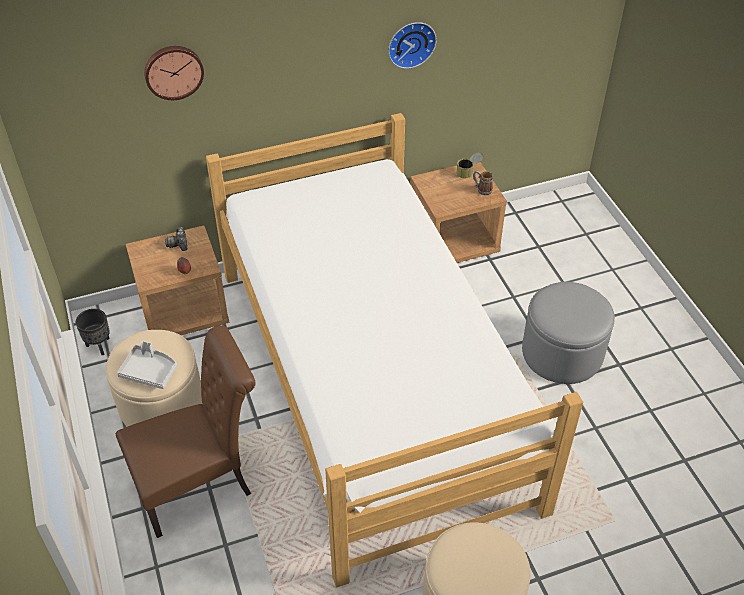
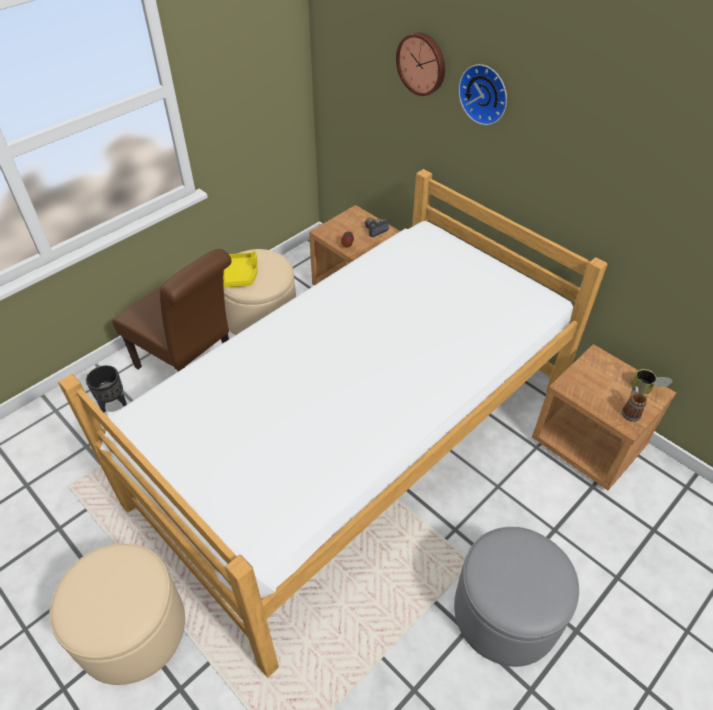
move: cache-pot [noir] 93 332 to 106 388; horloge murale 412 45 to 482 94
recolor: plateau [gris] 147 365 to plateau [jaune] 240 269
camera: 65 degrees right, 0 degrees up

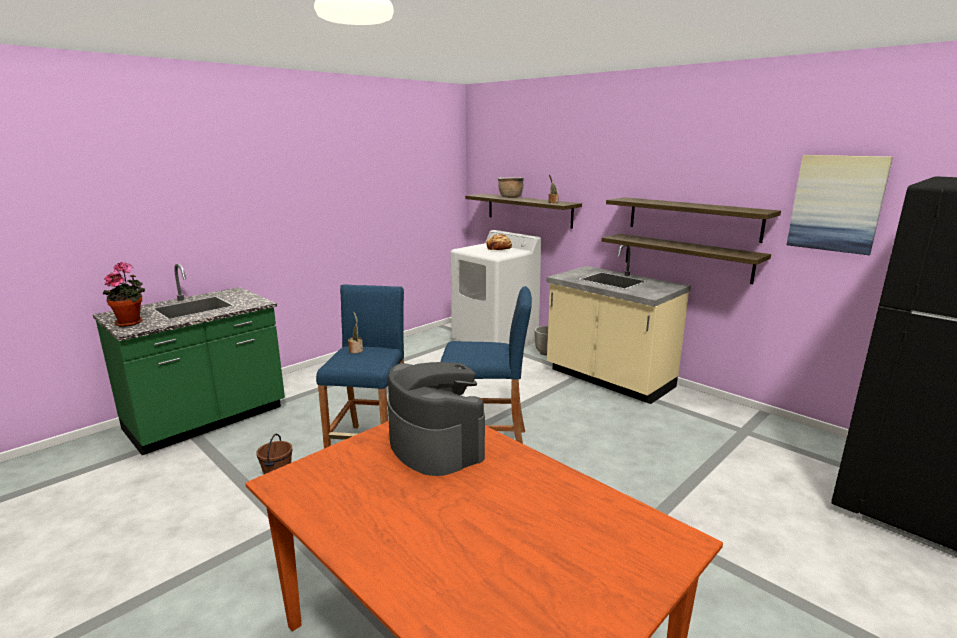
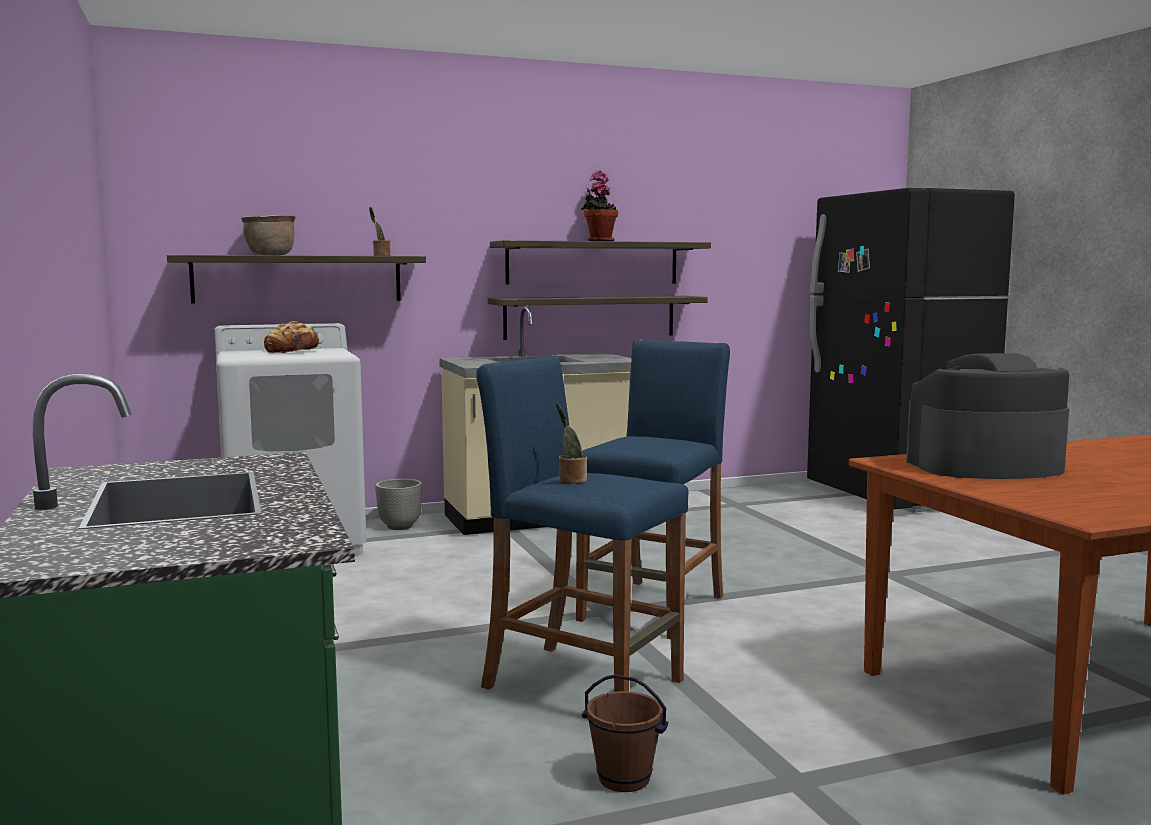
delete: tableau 840 205
move: plante en pot 124 294 to 599 205
camera: 65 degrees left, 10 degrees down

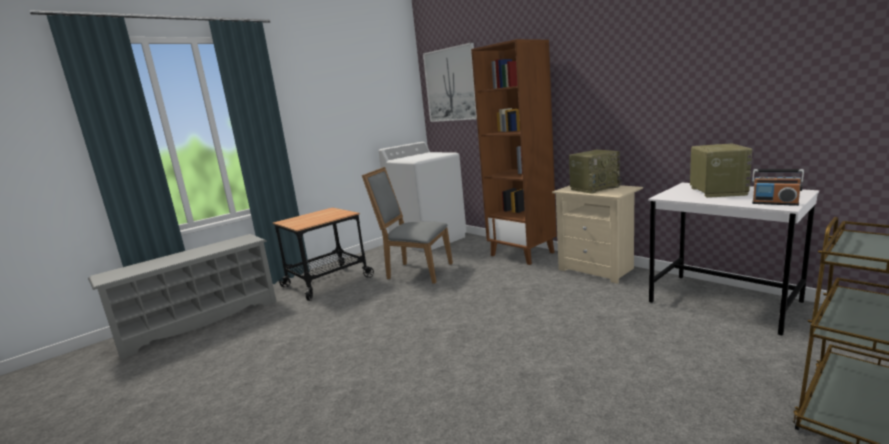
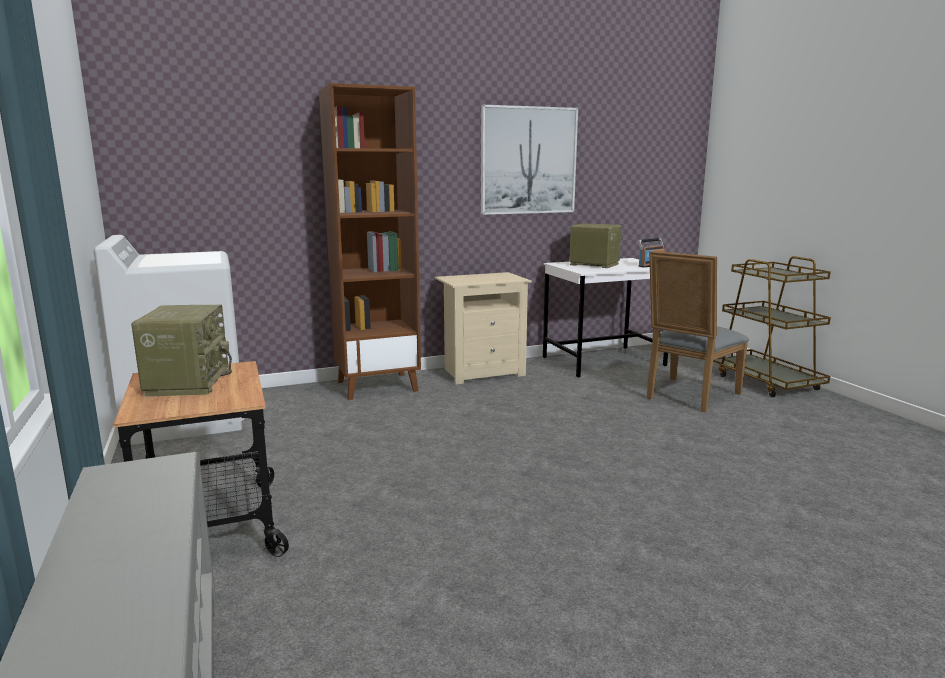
move: radio 595 172 to 181 351; tableau 450 82 to 529 160; chaise [gris] 407 225 to 698 331
camera: 70 degrees left, 0 degrees up

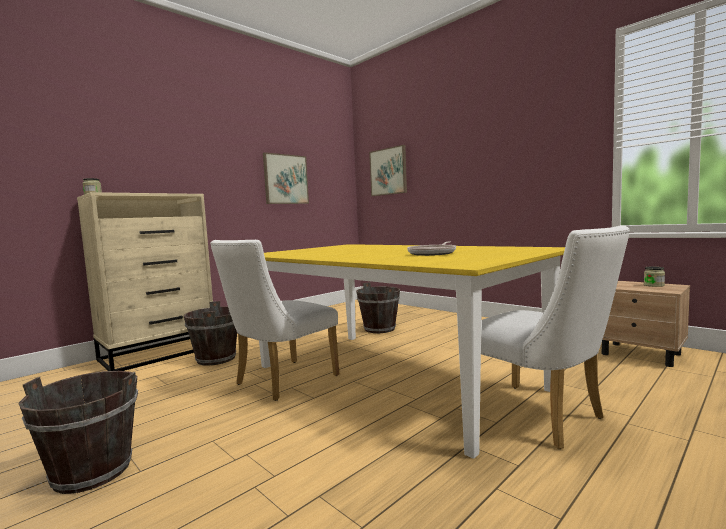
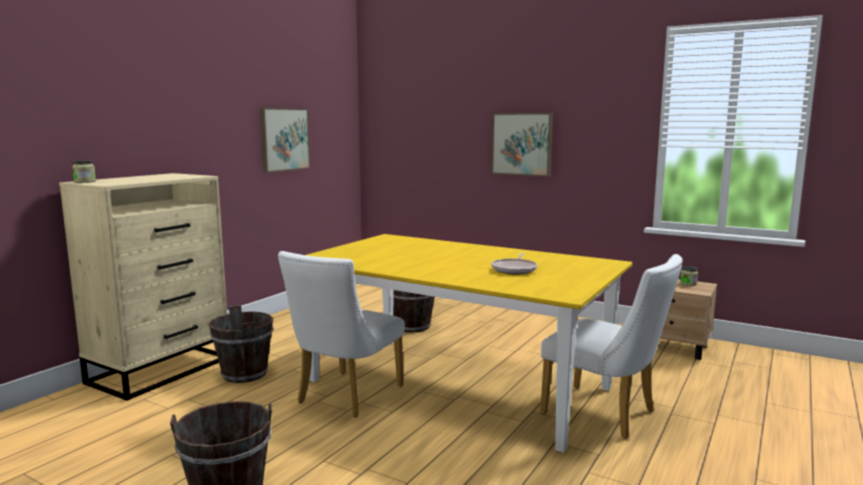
move: tableau 388 170 to 522 145
camera: 15 degrees left, 5 degrees up

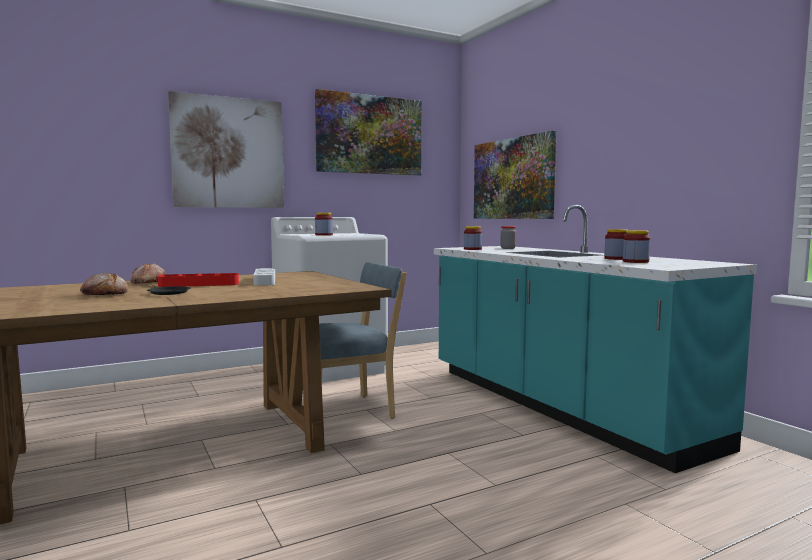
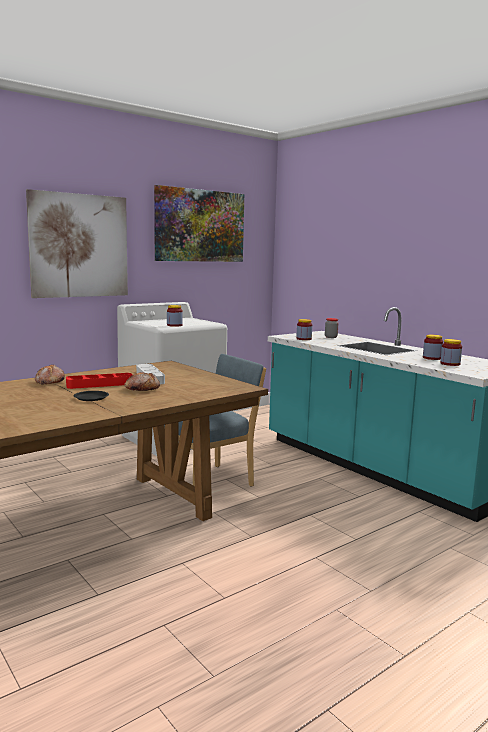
delete: tableau 515 175
move: pain 104 283 to 142 381
camera: 10 degrees left, 5 degrees up

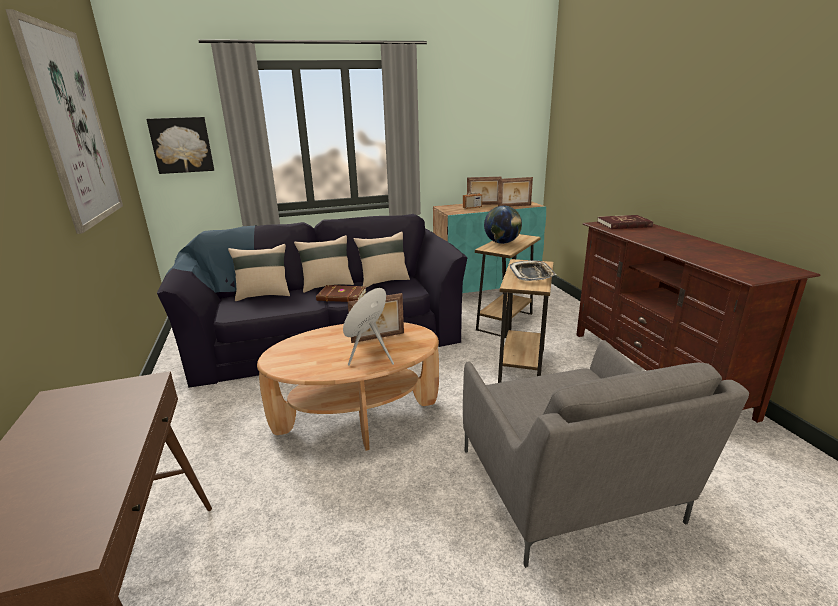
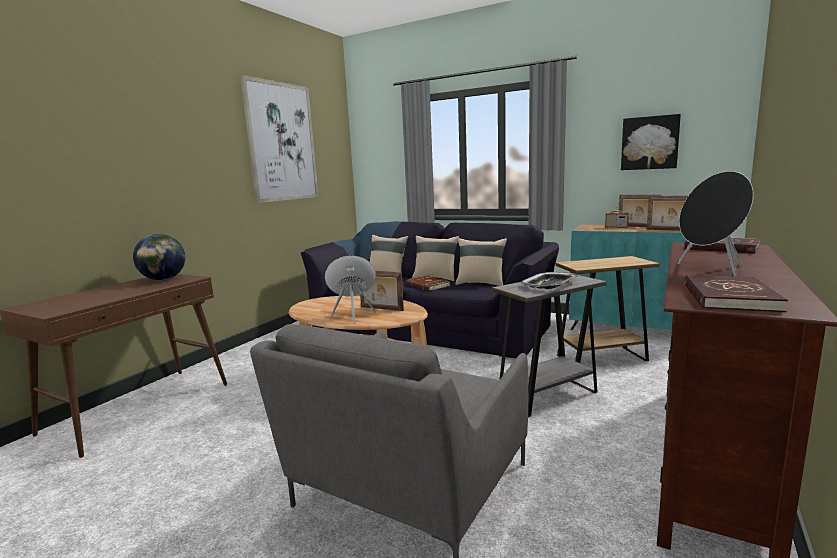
insert: enceinte [noir] 716 224; livre [rouge] 736 293
move: globe 503 225 to 159 257; tableau 180 145 to 651 142
recolor: table d'appoint [marron] 525 321 to table d'appoint [gris] 549 346
camera: 45 degrees right, 10 degrees down

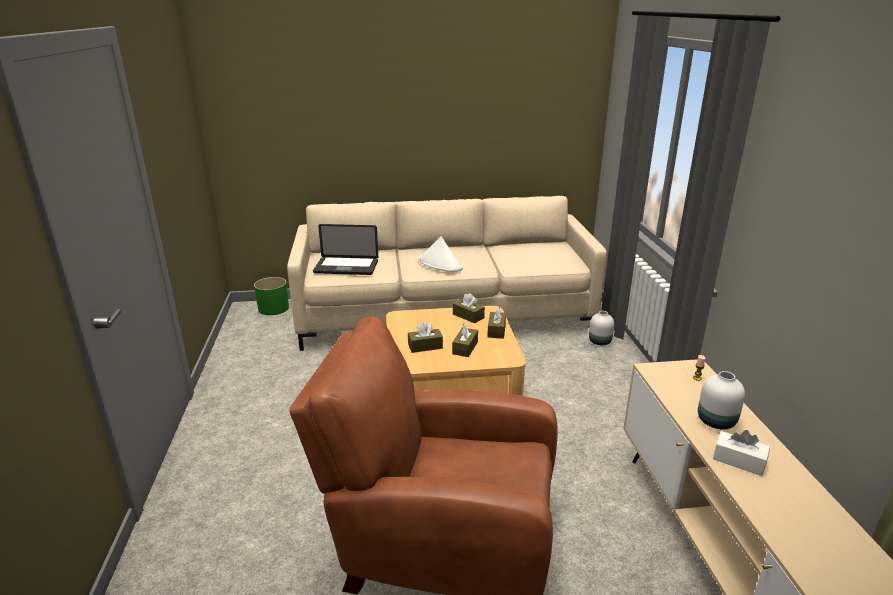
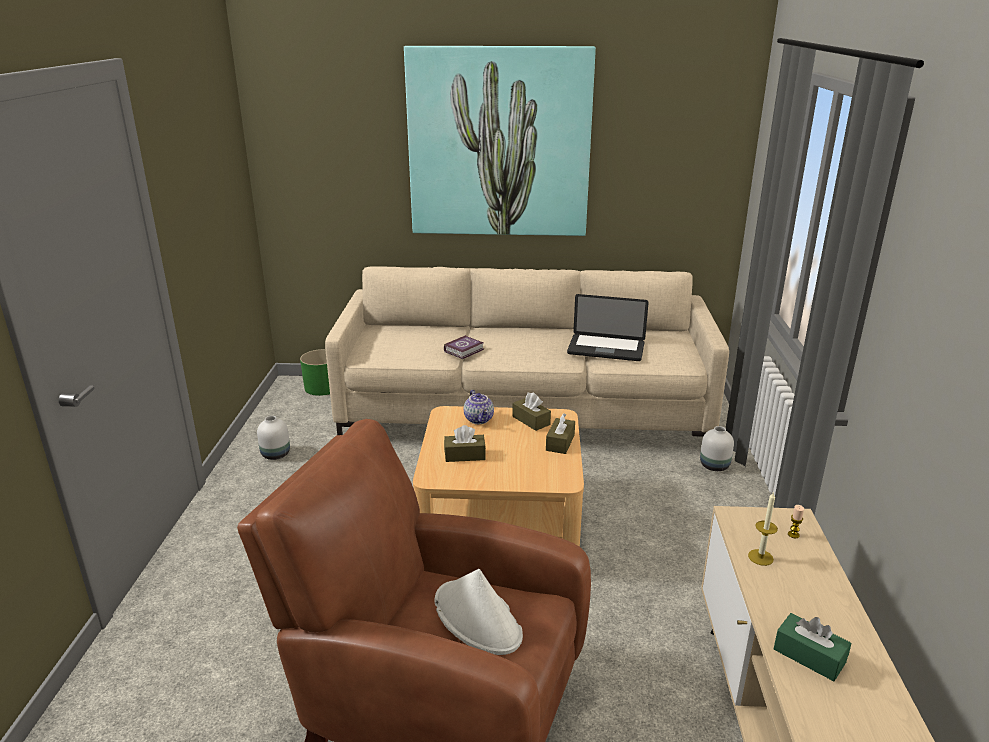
delete: boîte à mouchoirs [marron] 465 340
insert: tableau 500 141; livre 464 347; théière 479 407; bougie 763 528
move: vase [blanc] 721 400 to 273 438; chapeau [blanc] 440 254 to 478 612; ordinateur portable 345 249 to 608 327
recolor: boîte à mouchoirs [blanc] 741 453 to boîte à mouchoirs [vert] 812 647
camera: 10 degrees right, 0 degrees up

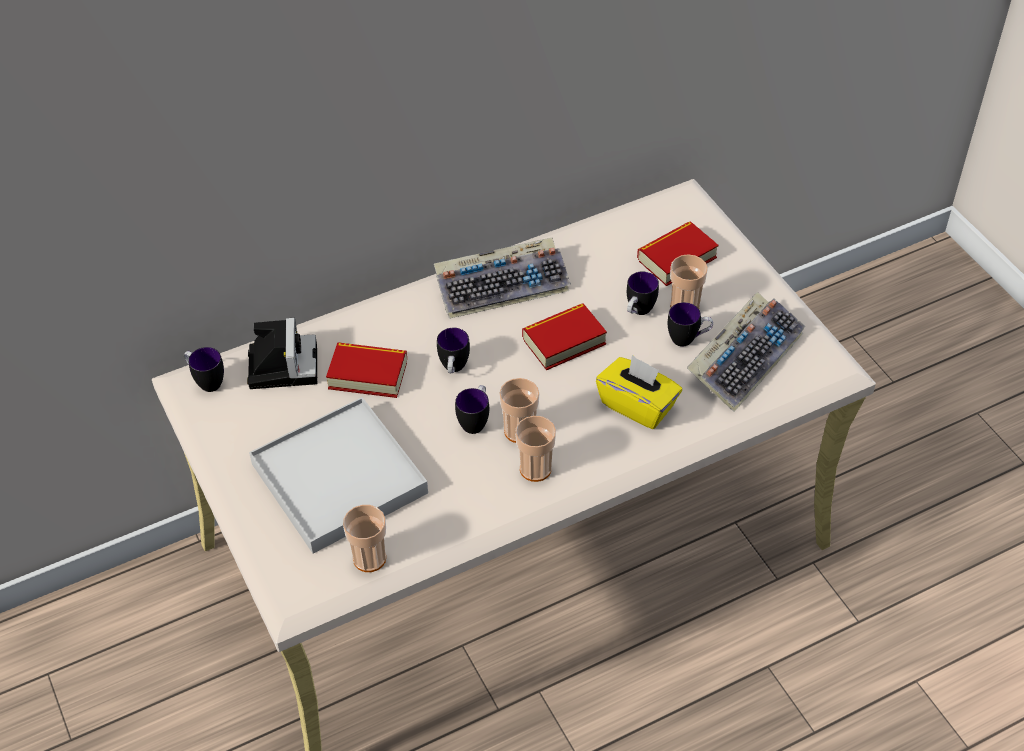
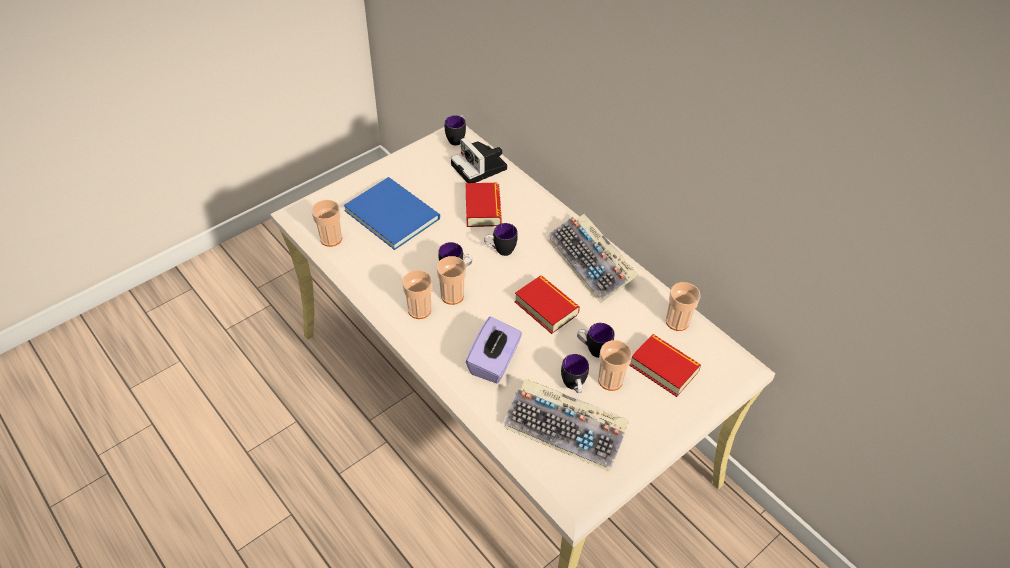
insert: tasse 683 306
replace: plateau [blanc] 338 475 to livre [bleu] 392 213
recolor: boîte à mouchoirs [jaune] 639 392 to boîte à mouchoirs [violet] 494 350
rotate: appareil photo 282 353 = 479 160 75 degrees clockwise
camera: 75 degrees right, 0 degrees up

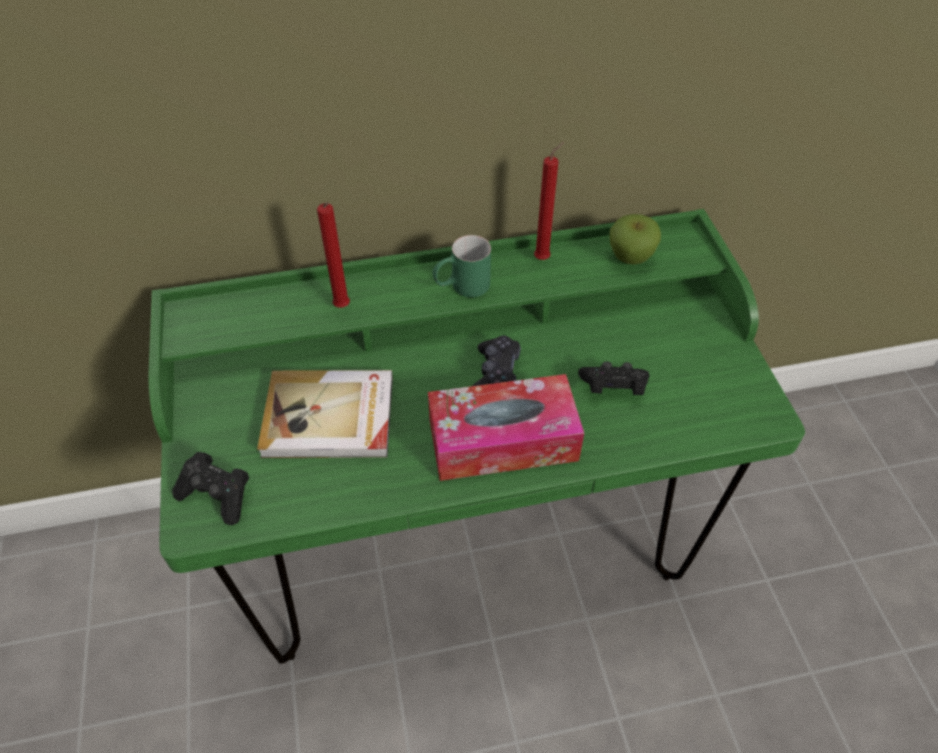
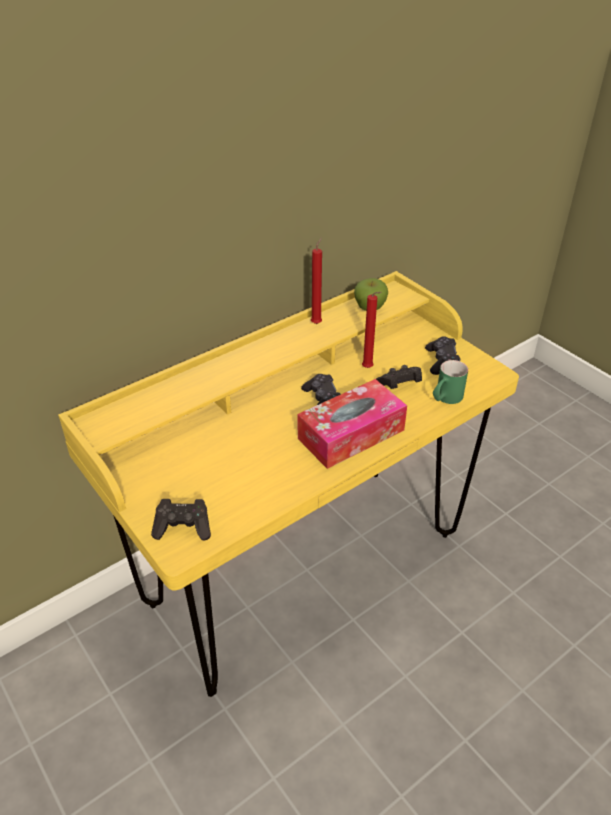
delete: livre 325 414
insert: manette [noir] 442 355
move: bougie [rouge] 333 255 to 372 330; mug [vert] 461 266 to 450 382
recolor: bureau [vert] 476 436 to bureau [jaune] 288 484
camera: 25 degrees left, 10 degrees down

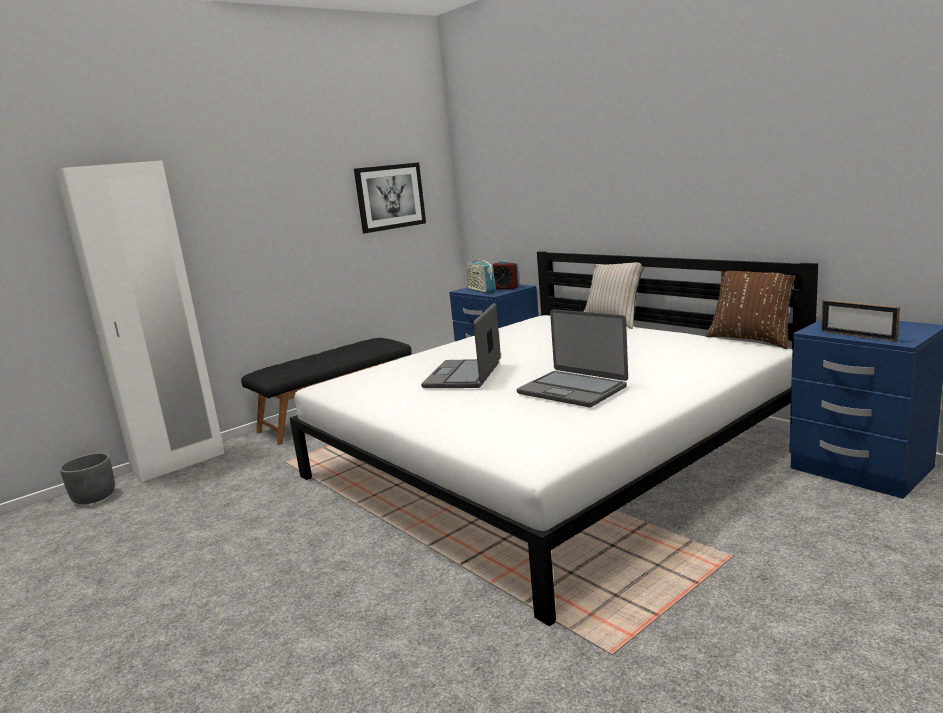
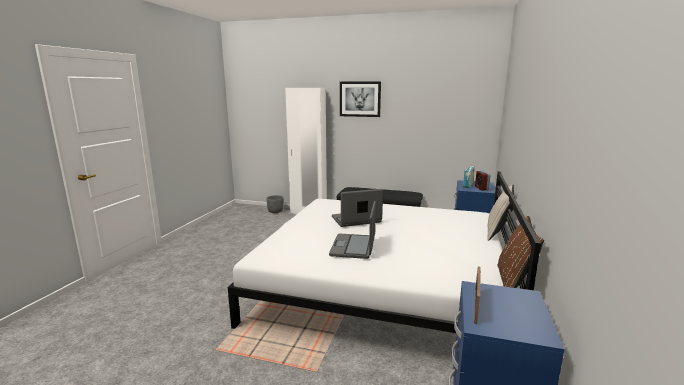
move: tableau 390 197 to 360 99
camera: 55 degrees right, 0 degrees up

